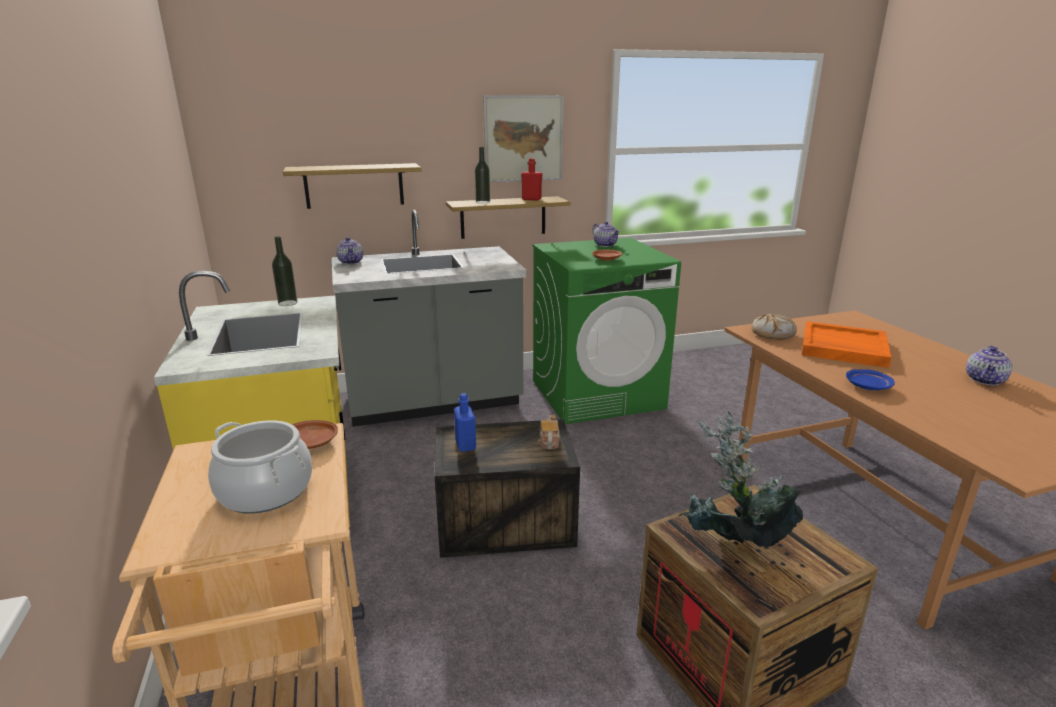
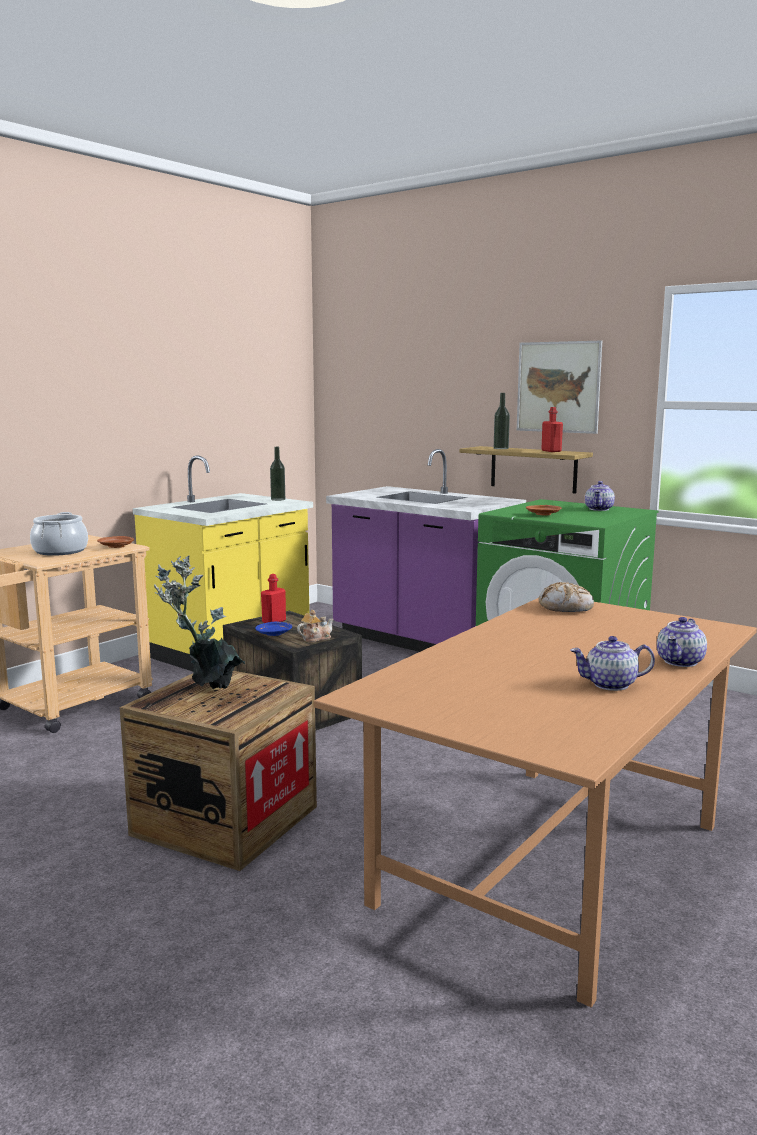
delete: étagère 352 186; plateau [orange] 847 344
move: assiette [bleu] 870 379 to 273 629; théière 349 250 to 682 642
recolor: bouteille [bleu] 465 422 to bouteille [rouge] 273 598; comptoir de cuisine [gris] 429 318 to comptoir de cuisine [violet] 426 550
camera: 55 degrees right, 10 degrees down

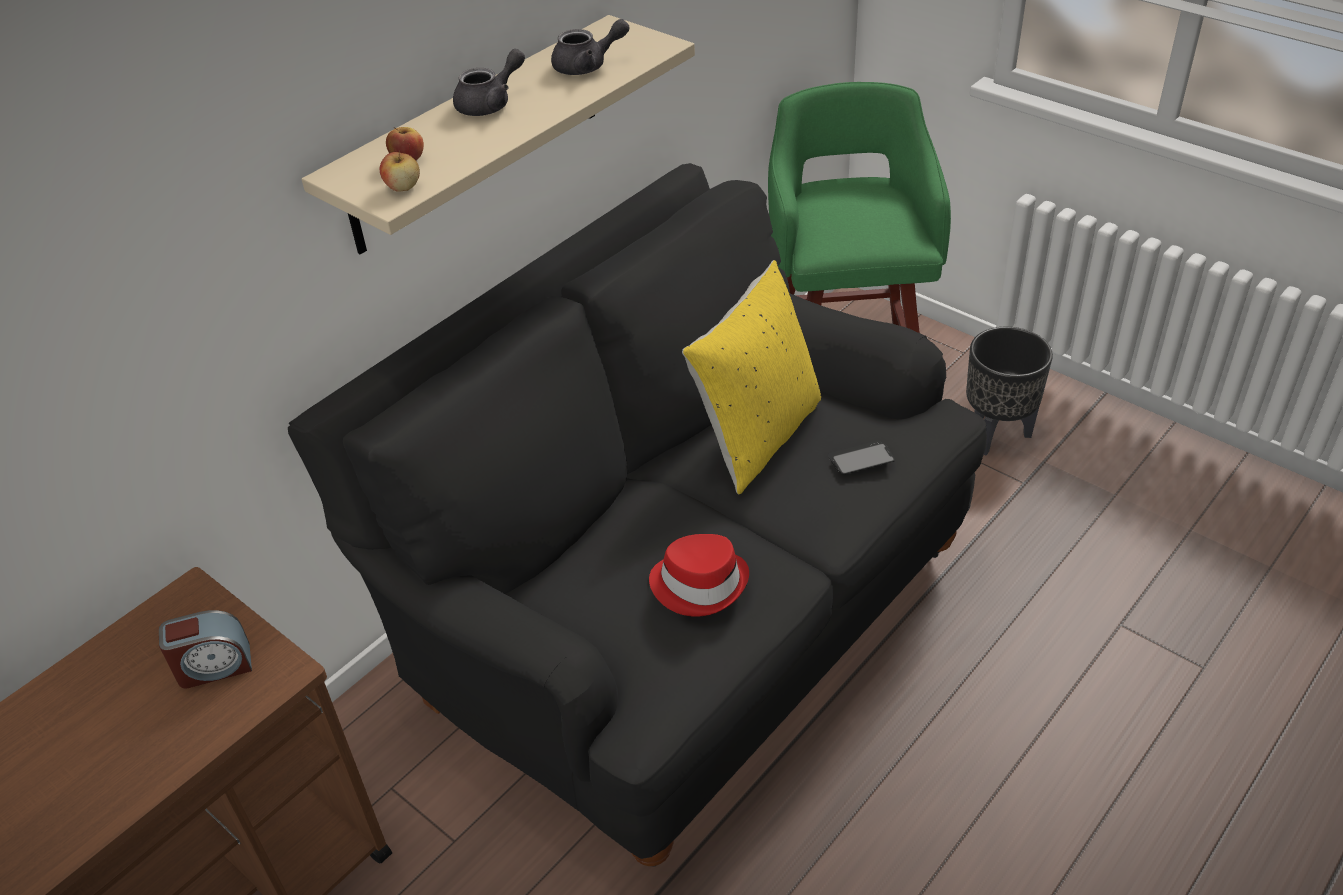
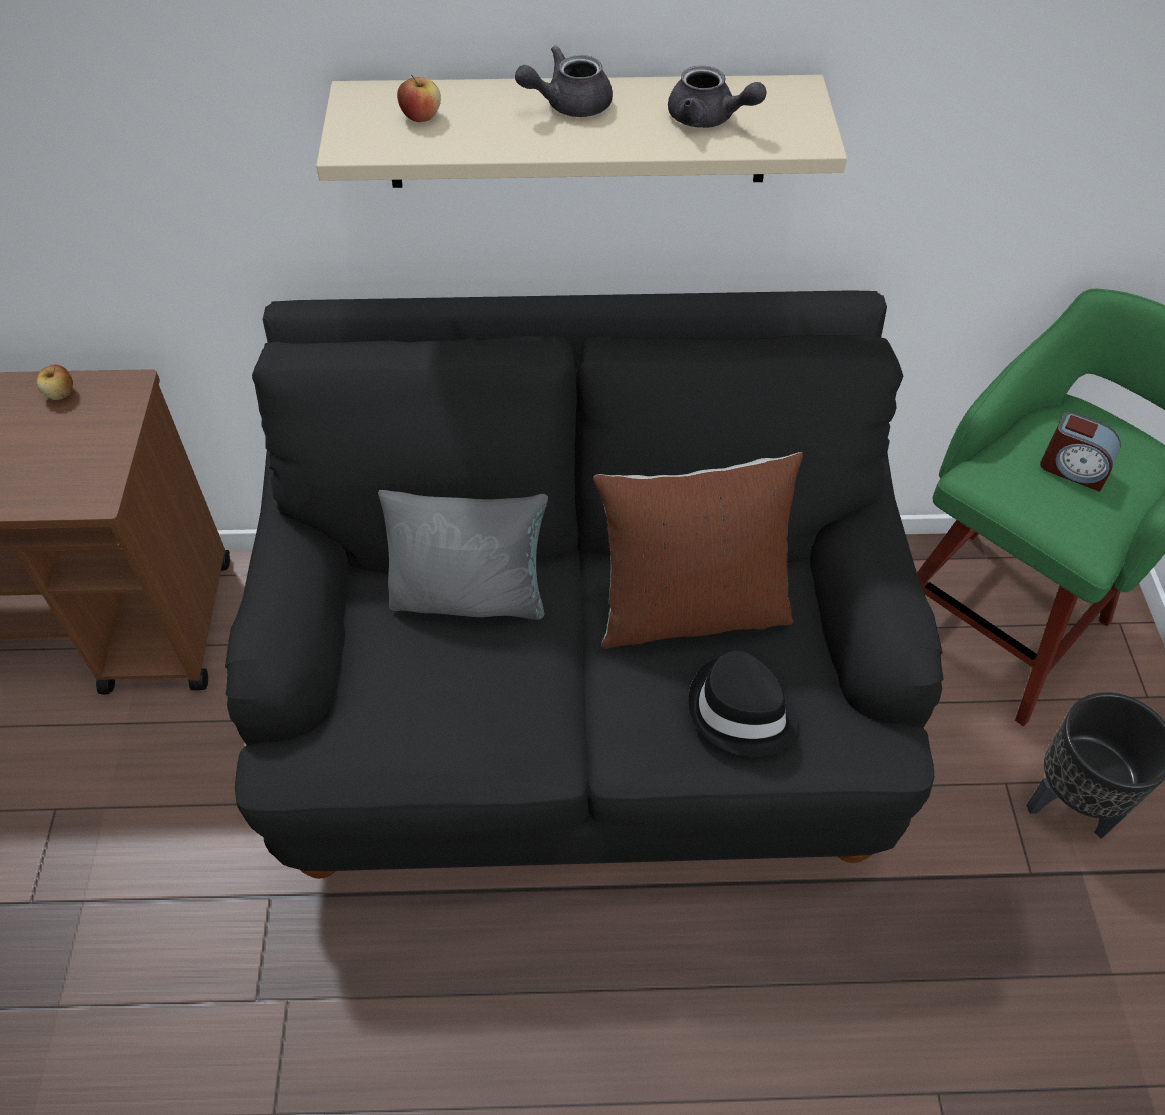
delete: chapeau [rouge] 699 575
insert: coussin [gris] 463 555
move: pomme 400 171 to 54 382; réveil 205 649 to 1080 452
replace: téléphone 861 457 to chapeau [noir] 744 704
recolor: coussin [jaune] 751 377 to coussin [marron] 698 550
rotate: théière [gris] 489 82 = 564 81 150 degrees clockwise
camera: 45 degrees right, 10 degrees up

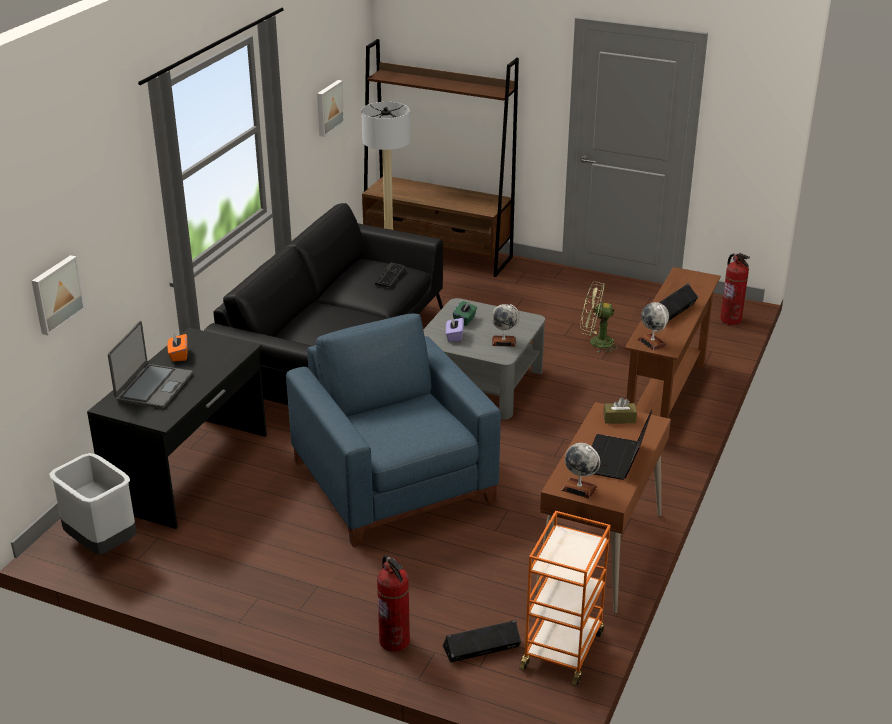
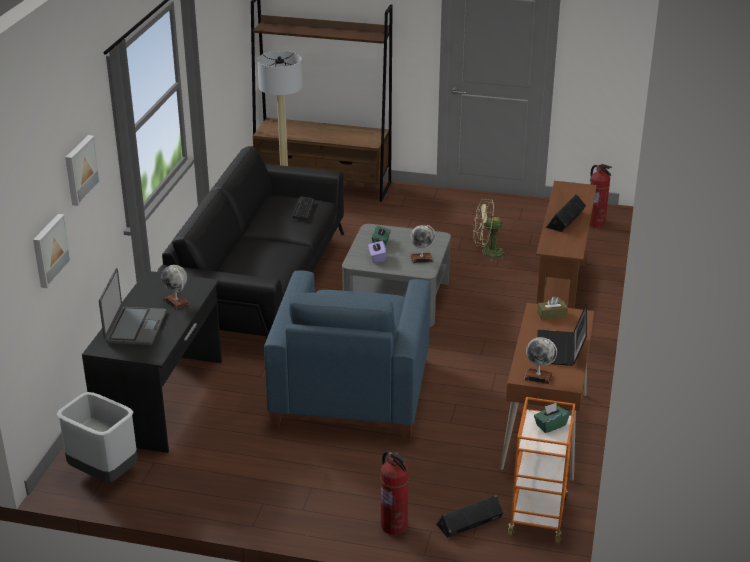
delete: boîte à mouchoirs [orange] 178 348
insert: boîte à mouchoirs [vert] 552 418
move: tableau 331 108 to 82 170; globe 653 326 to 175 287
rotate: fauteuil [bleu] 393 430 = 347 356 135 degrees counterclockwise
camera: 10 degrees left, 0 degrees up

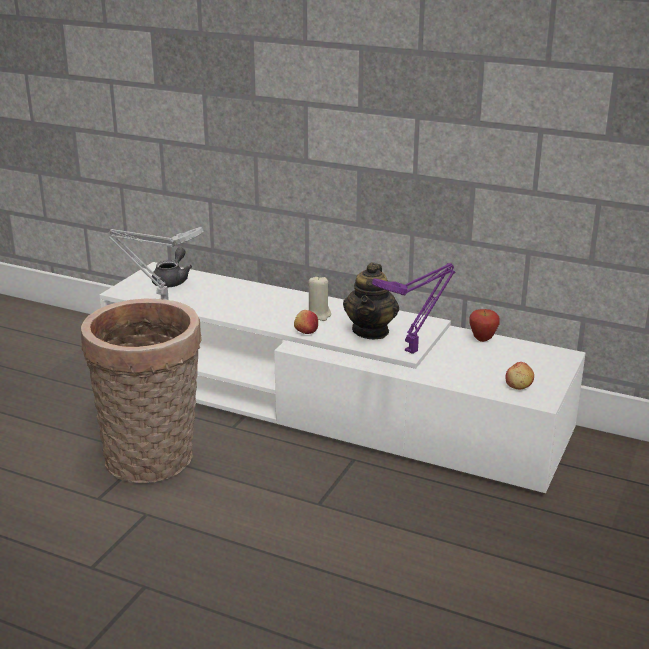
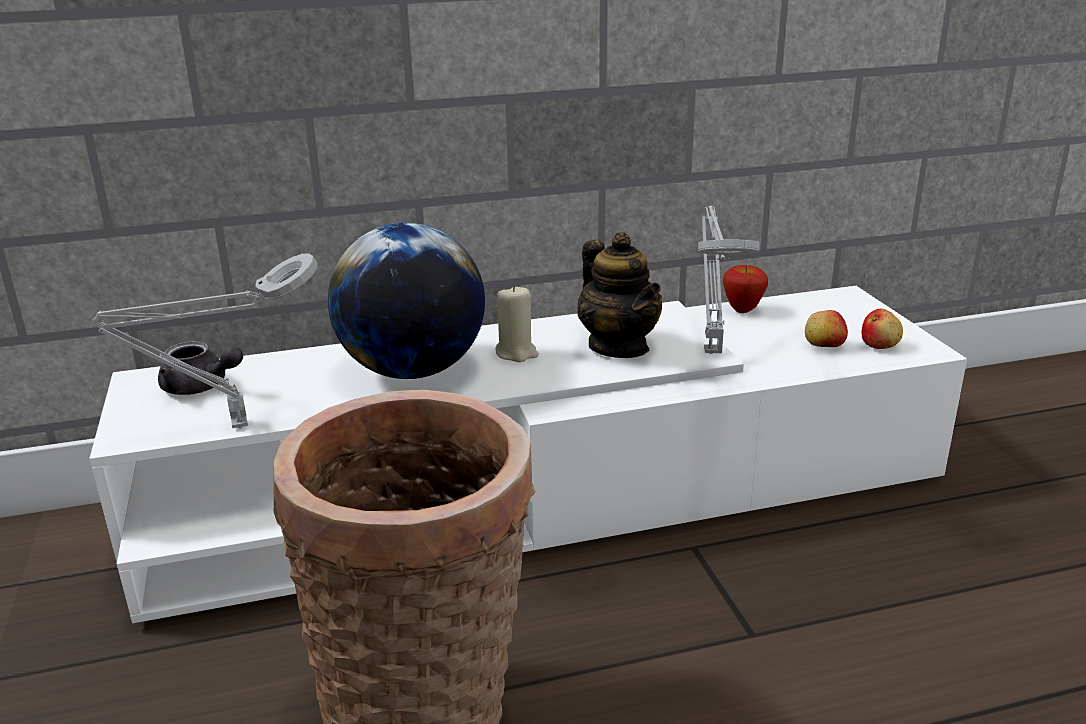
insert: globe 406 301
move: pomme 306 322 to 826 328
recolor: lampe de table [violet] 414 308 to lampe de table [gris] 728 280
rotate: théière [gris] 172 267 = 200 368 135 degrees clockwise
camera: 40 degrees left, 0 degrees up

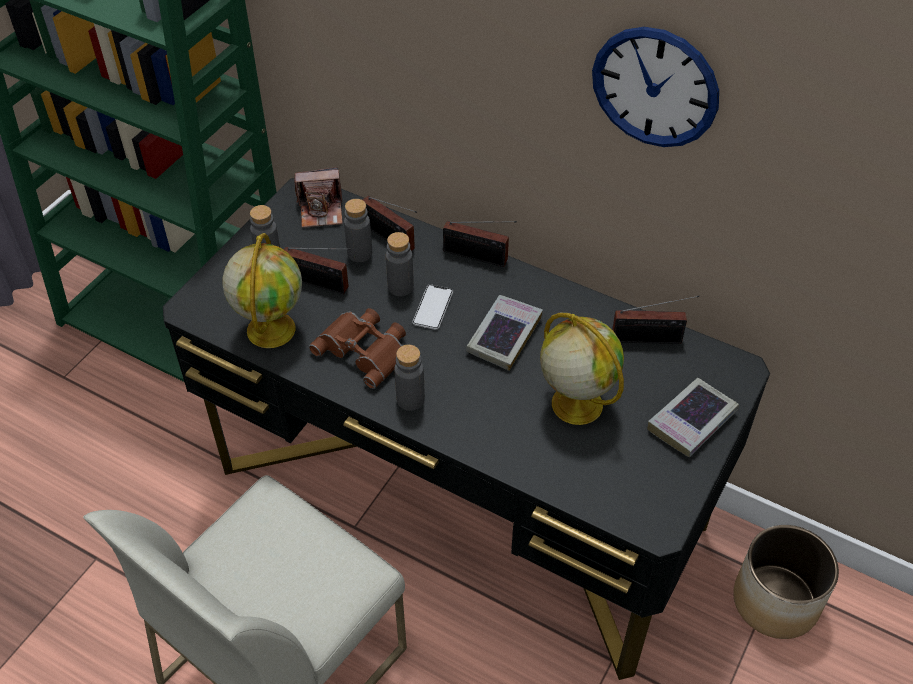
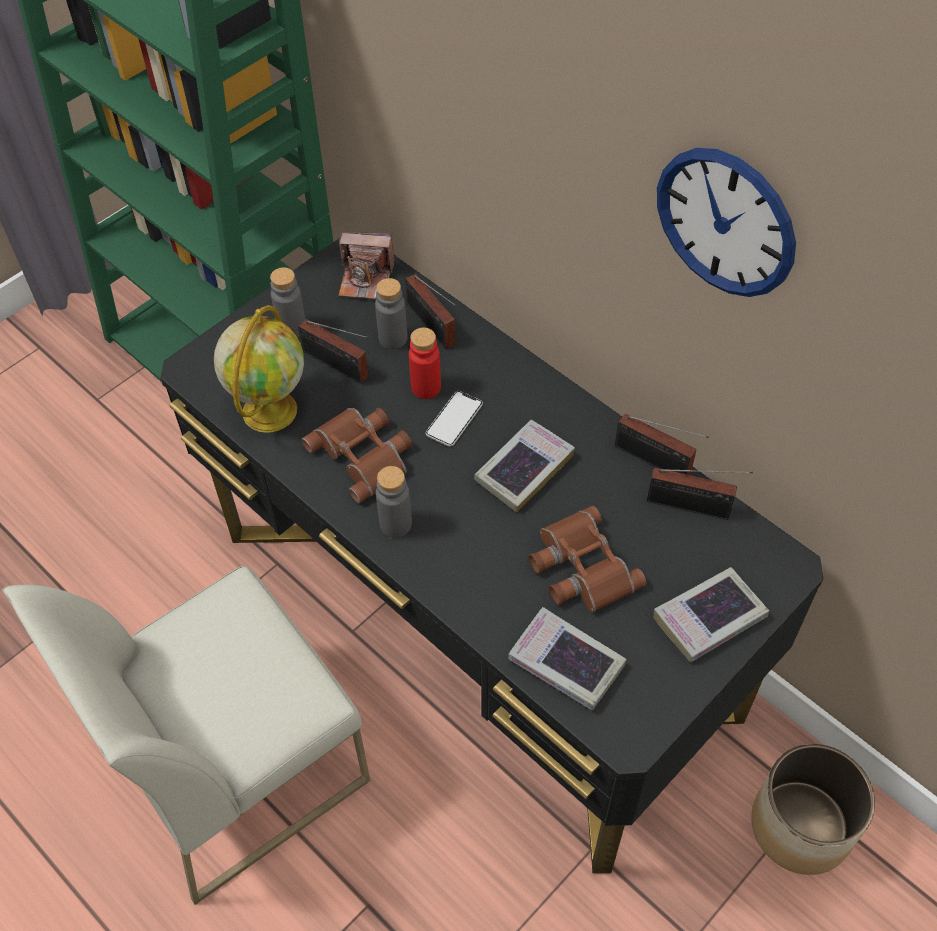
insert: livre 567 659
move: radio 480 244 to 662 444
replace: globe 582 369 to jumelles [marron] 587 559
recolor: bouteille [gris] 400 264 to bouteille [rouge] 425 363
camera: 15 degrees right, 5 degrees up

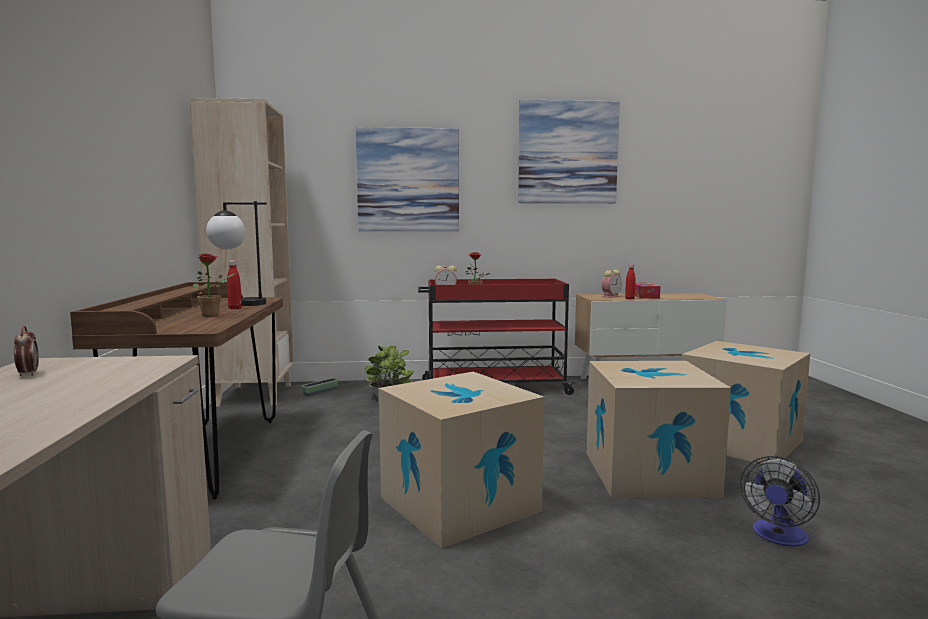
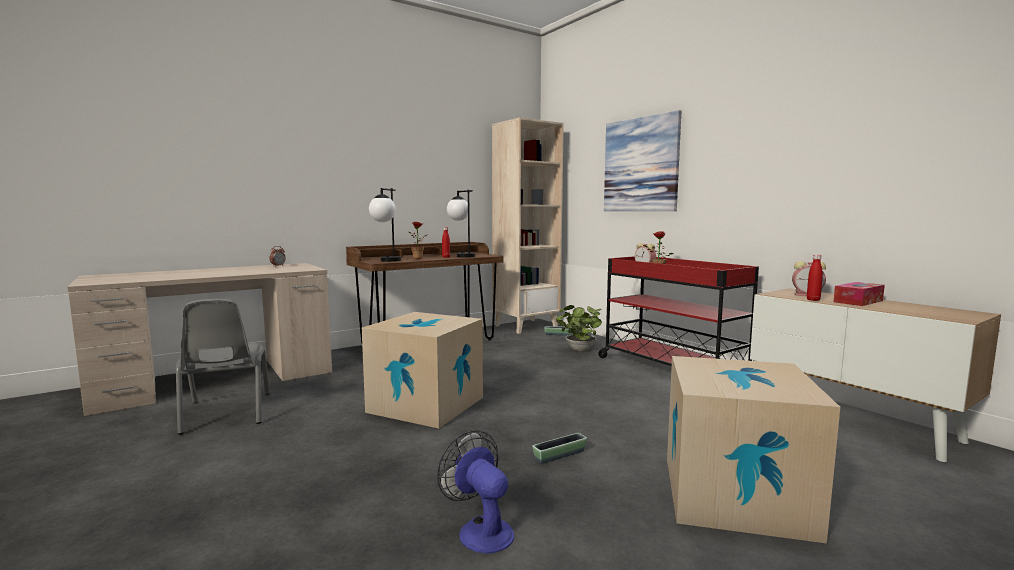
delete: tableau 569 151
insert: lampe de table 385 225
replace: carton 659 429 to cache-pot 559 448
rotate: ventilateur 780 501 = 475 492 45 degrees clockwise
camera: 60 degrees right, 0 degrees up

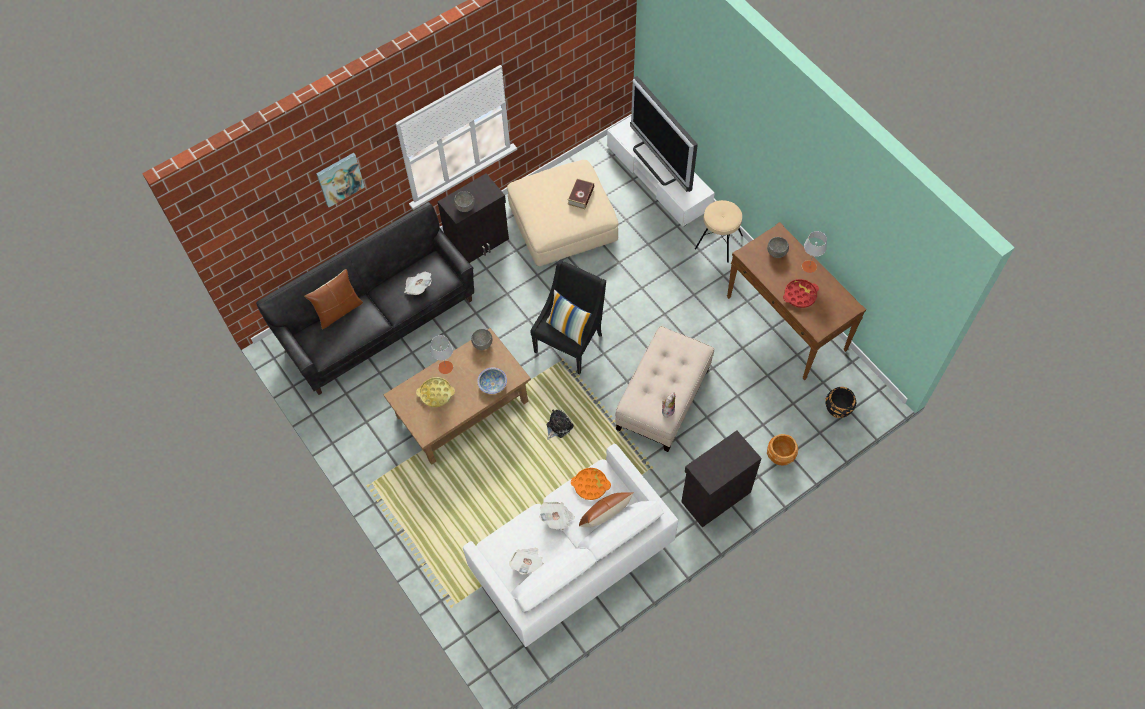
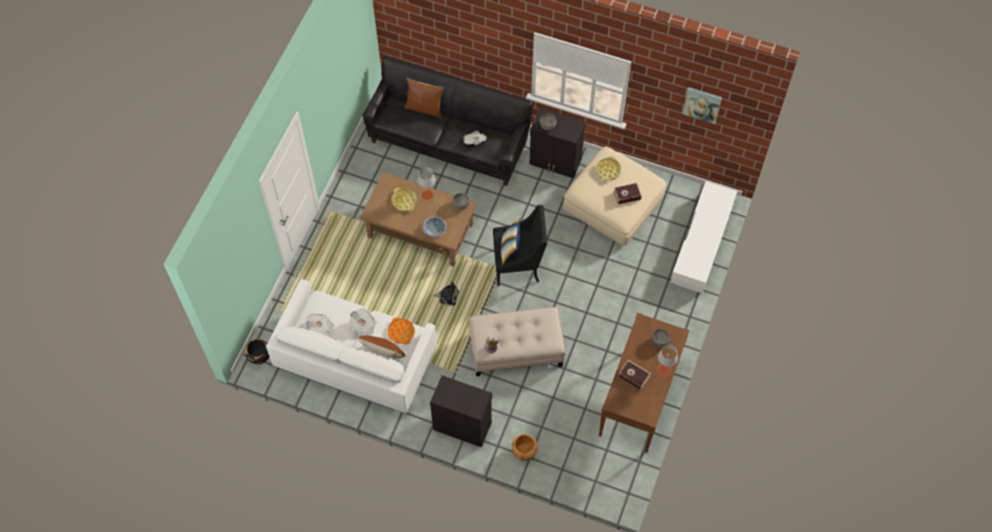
delete: téléviseur 664 134; tabouret [beige] 719 231
insert: plateau [jaune] 608 168
move: cache-pot [noir] 840 402 to 257 351; tableau 340 180 to 702 105
replace: plateau [rouge] 801 293 to livre 634 375
camera: 55 degrees right, 0 degrees up

